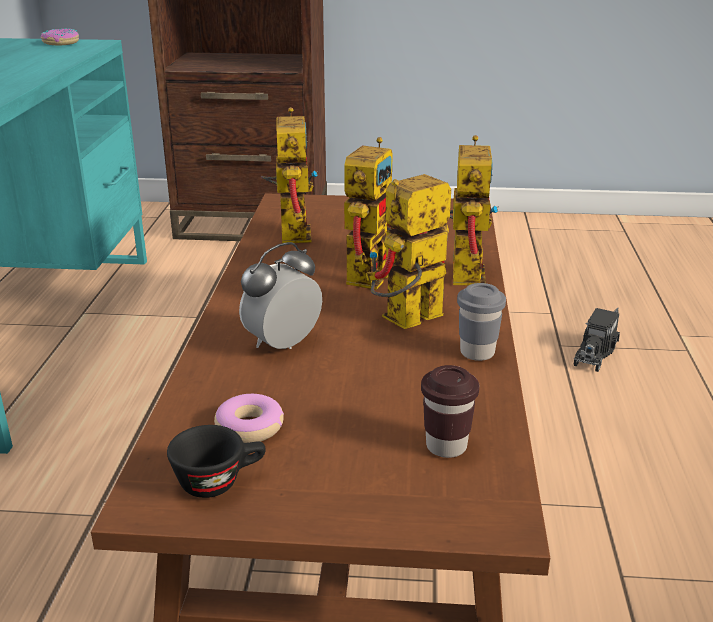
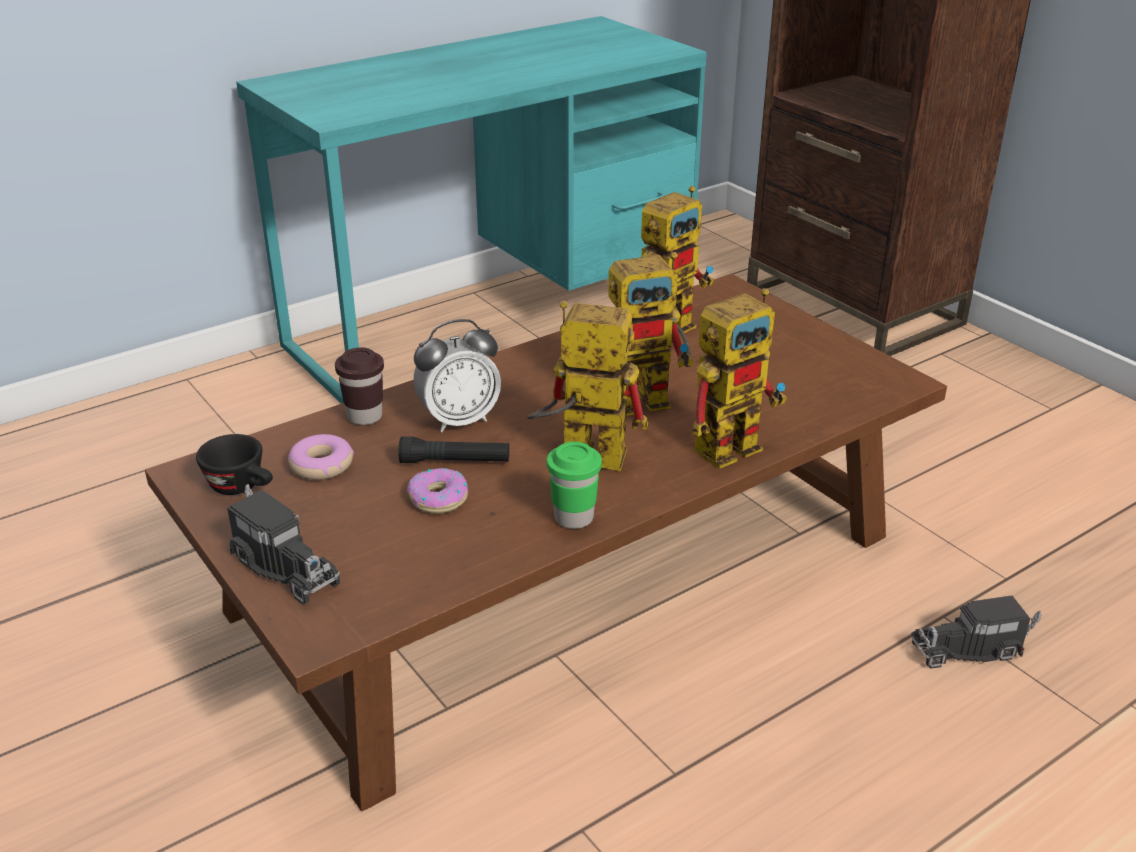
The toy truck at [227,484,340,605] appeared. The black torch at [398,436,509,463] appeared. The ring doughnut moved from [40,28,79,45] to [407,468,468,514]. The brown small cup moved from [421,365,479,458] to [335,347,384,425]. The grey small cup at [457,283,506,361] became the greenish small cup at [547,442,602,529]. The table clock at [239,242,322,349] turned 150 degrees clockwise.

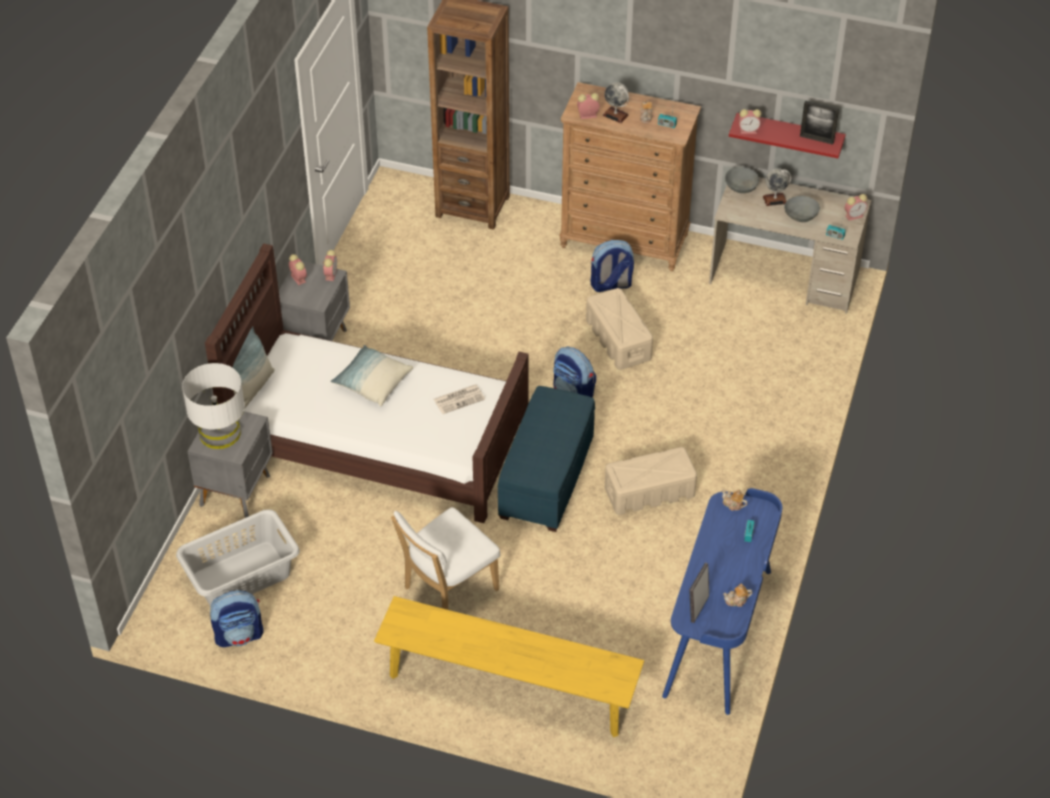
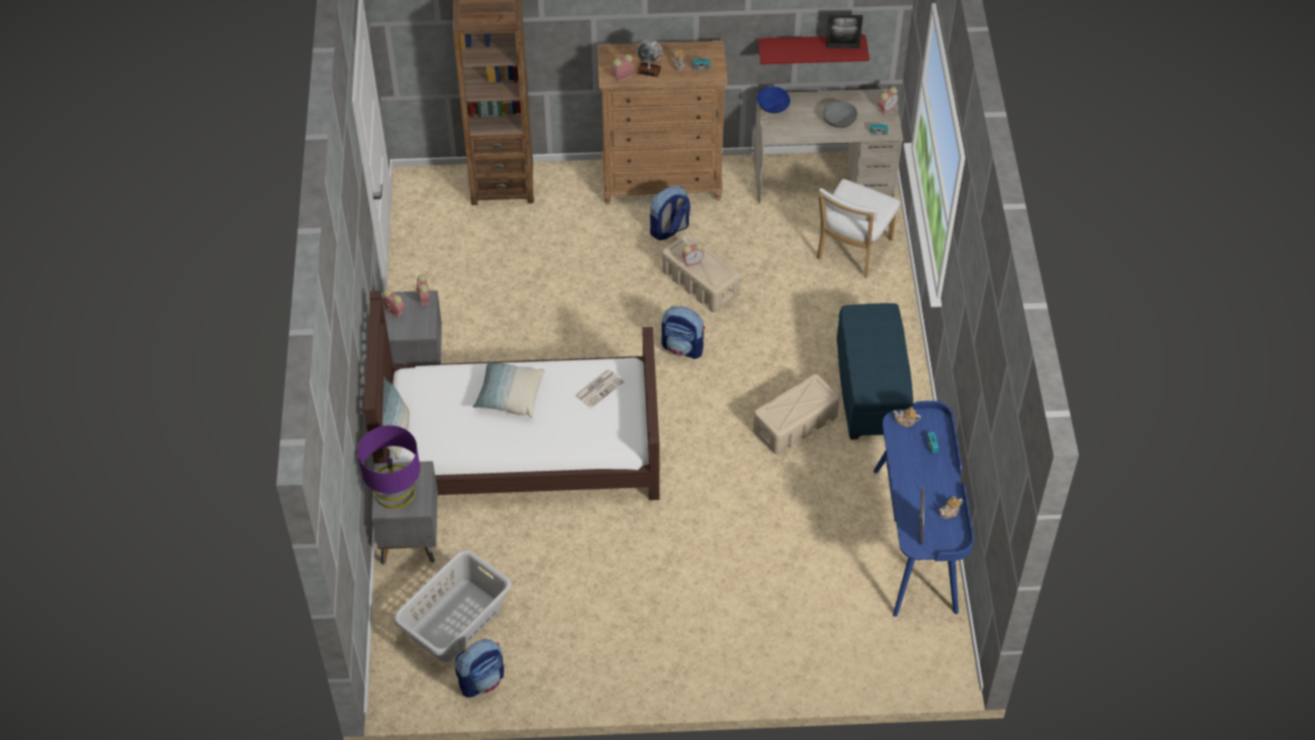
The yellowish bench at [374,596,644,737] disappeared. The globe at [763,168,791,206] disappeared. The white-coloured chair moved from [391,507,501,610] to [817,179,900,278]. The blue-coloured footrest moved from [498,386,595,532] to [837,303,913,440]. The table clock moved from [739,109,761,134] to [682,242,704,267]. The white-coloured tabletop lamp at [182,363,245,449] became the purple-coloured tabletop lamp at [357,425,420,509]. The grey serving bowl at [725,167,759,193] became the blue-coloured serving bowl at [757,87,790,113].

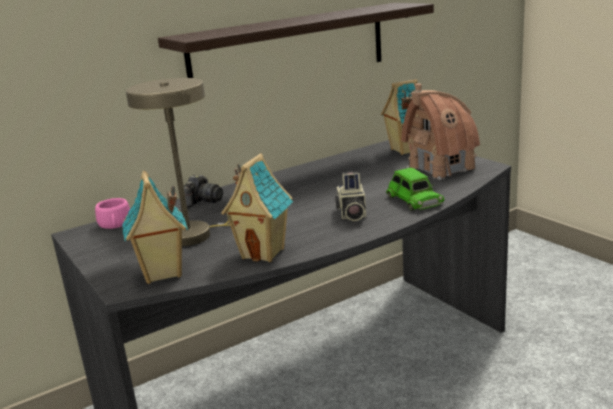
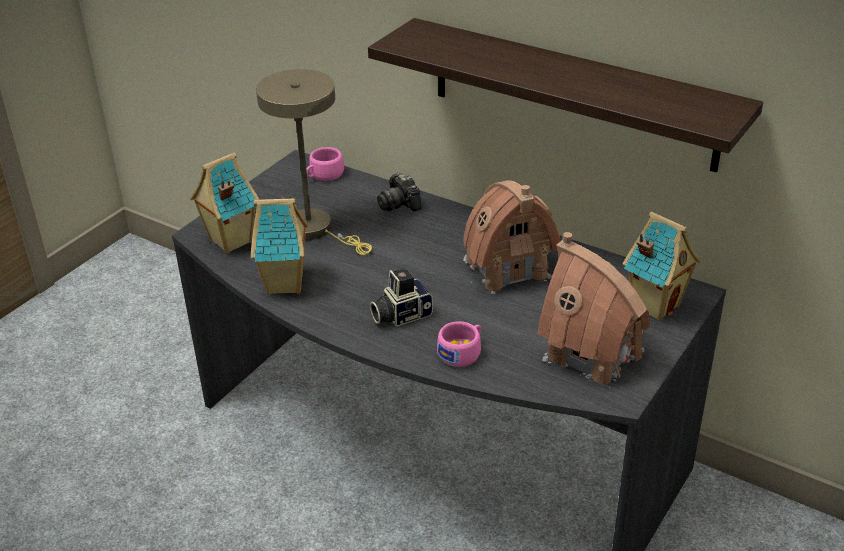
The miniature house at [463,180,560,294] appeared. The greenish miniature car at [386,168,444,211] was replaced by the pink-coloured small cup at [437,321,481,367]. The photo camera at [184,175,223,208] turned 60 degrees clockwise.

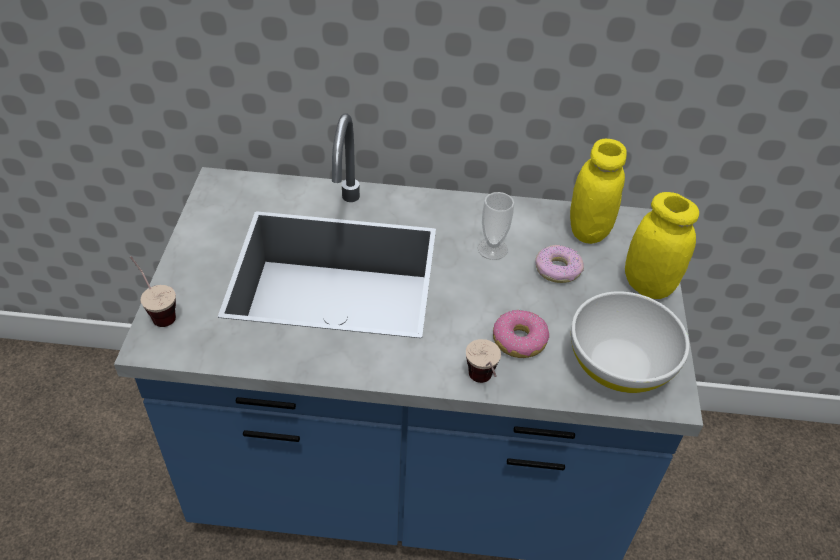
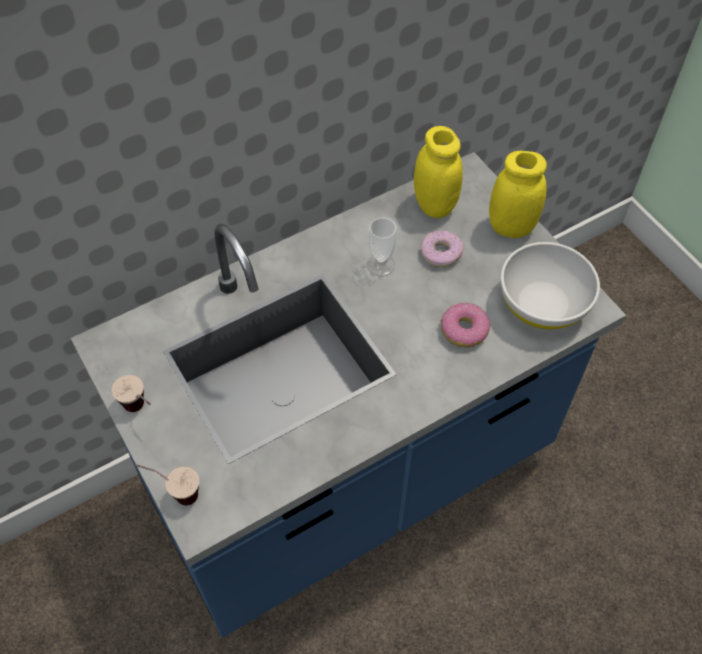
The small cup moved from [466,339,501,383] to [112,375,151,412].

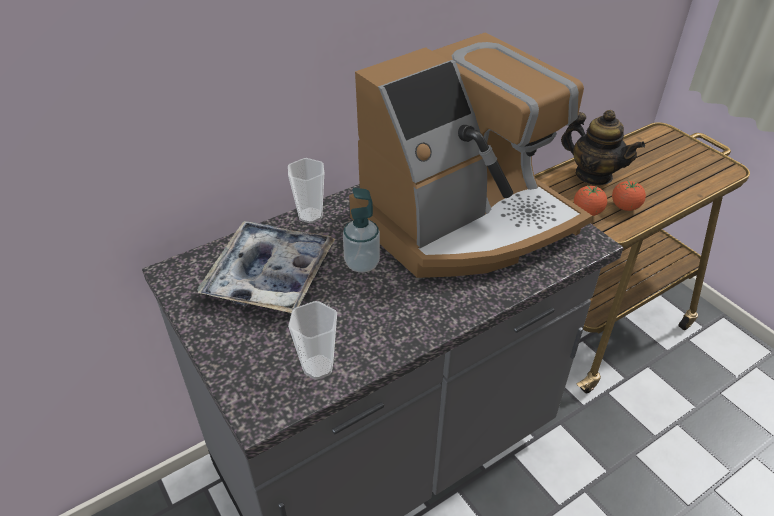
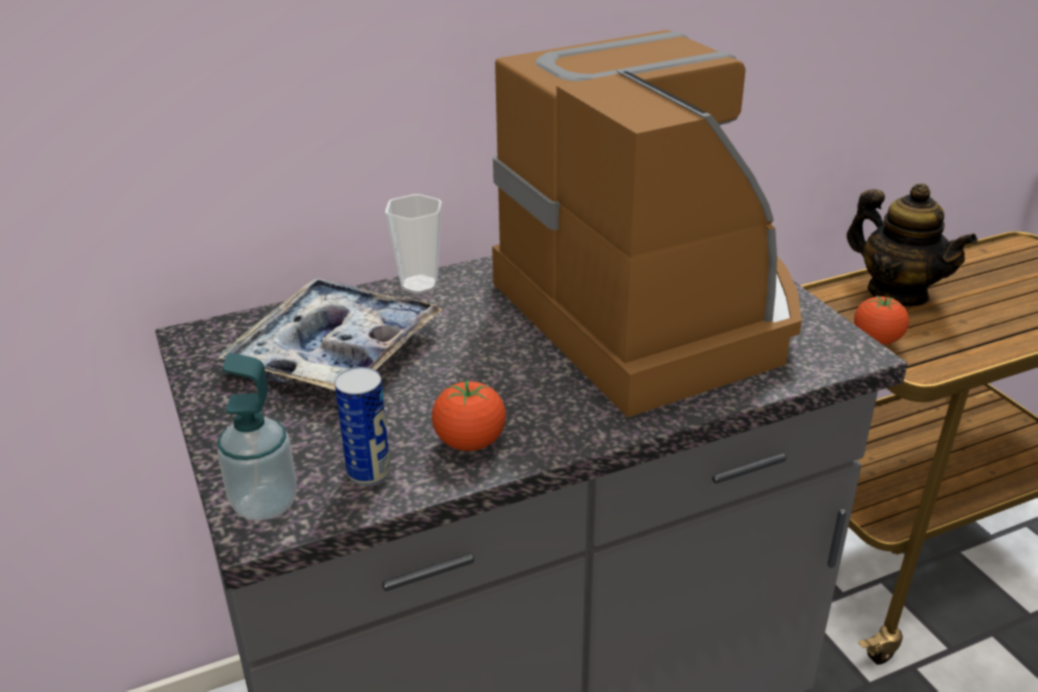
The soap dispenser moved from [343,188,380,272] to [217,353,297,521]. The fresh tomato moved from [612,180,646,211] to [432,380,506,451]. The small cup at [288,301,337,380] was replaced by the metal can at [335,367,391,486]. The coffee brewer at [349,33,592,278] turned 90 degrees counterclockwise.

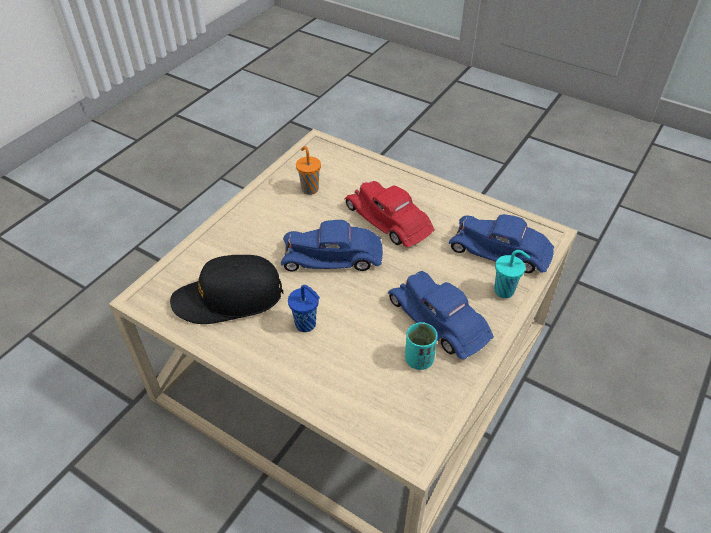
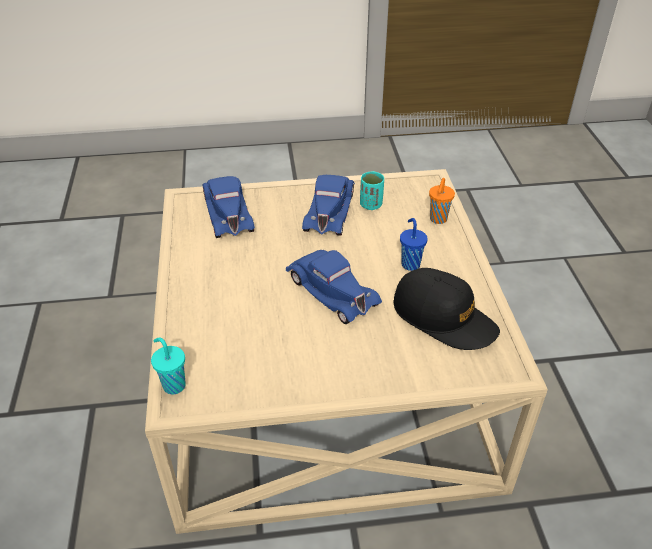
The reddish miniature car at [344,181,435,247] disappeared. The orange-coloured small cup moved from [296,146,321,195] to [429,178,455,224]. The turquoise small cup moved from [494,250,530,298] to [151,337,186,394].

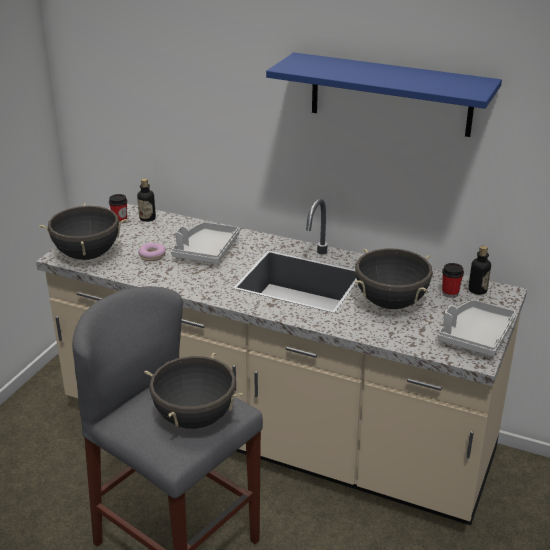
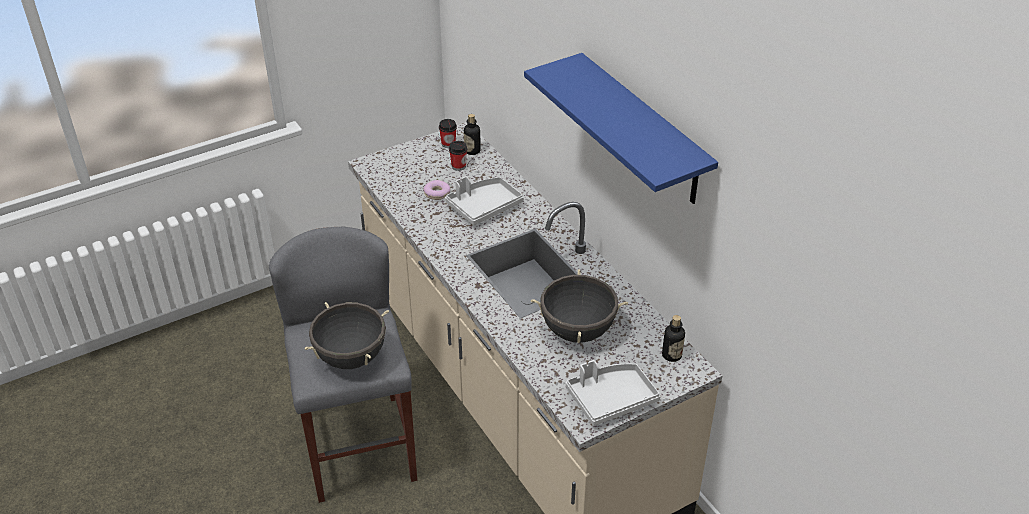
The black stockpot at [39,203,128,260] disappeared. The small cup moved from [442,263,464,298] to [449,141,467,171].

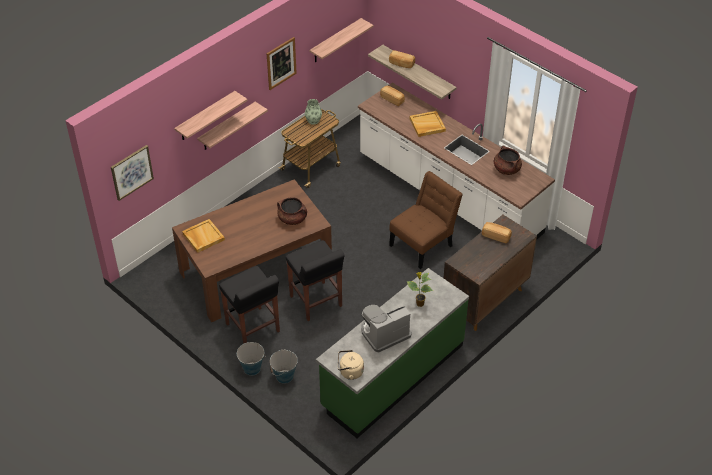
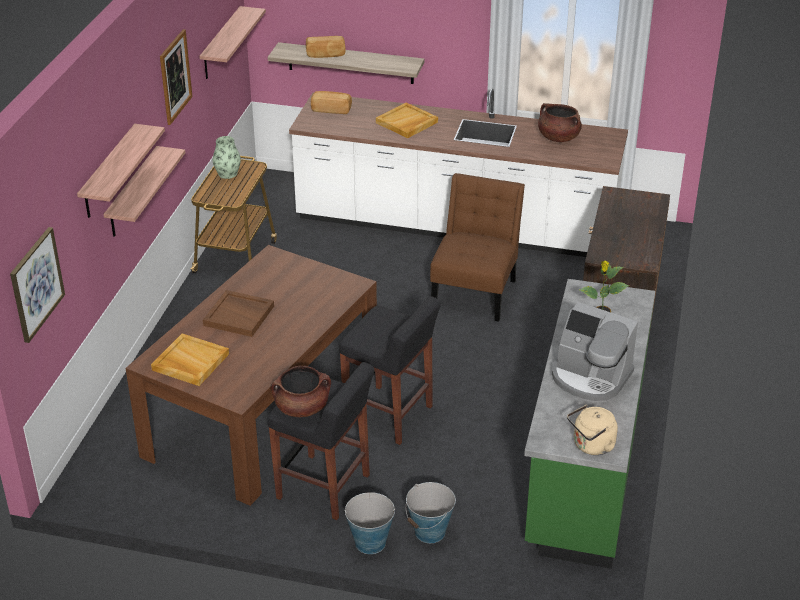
The baked bread at [482,222,512,243] disappeared. The brown carrying tray at [203,290,274,337] appeared. The brown stockpot moved from [277,197,307,225] to [271,366,331,417]. The coffee brewer at [361,305,412,352] turned 90 degrees counterclockwise.

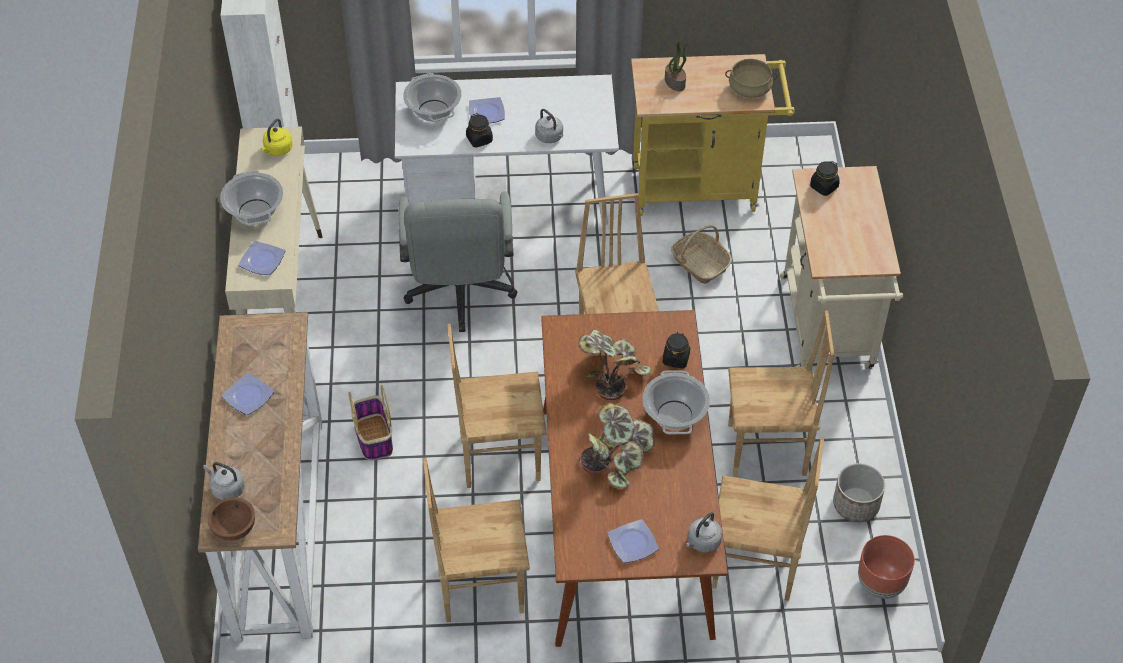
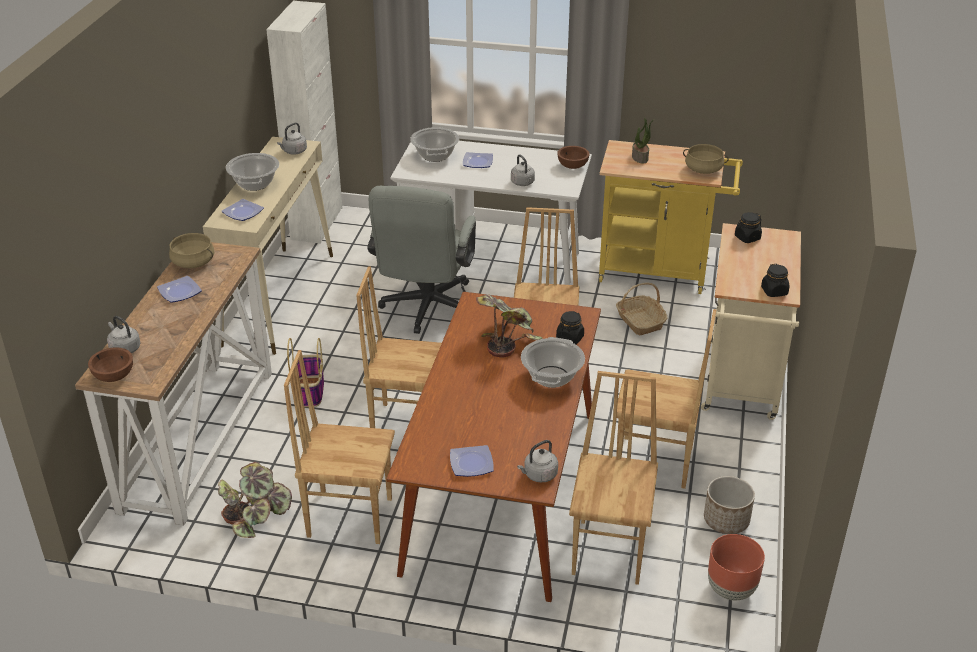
The sand-coloured stockpot at [169,233,214,268] appeared. The brown serving bowl at [557,146,590,169] appeared. The black preserve jar moved from [466,113,493,148] to [761,264,789,297]. The houseplant moved from [579,402,654,488] to [218,462,292,538]. The yellowish tea kettle at [261,119,293,156] became the grey tea kettle at [277,123,307,155]. The brown chair at [712,437,824,601] turned 105 degrees counterclockwise.

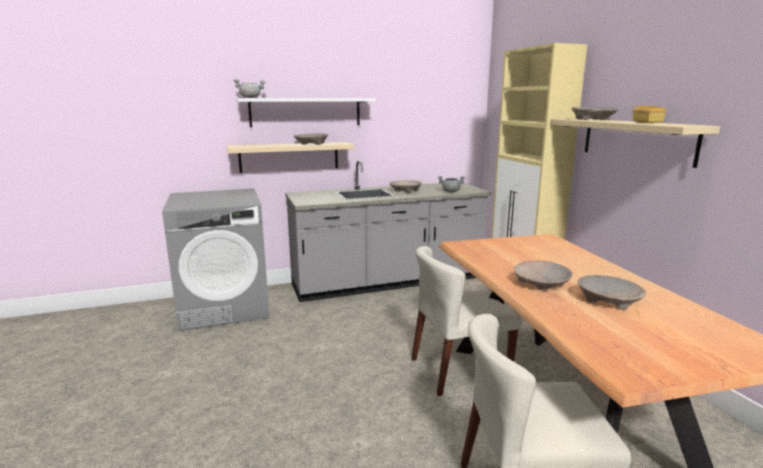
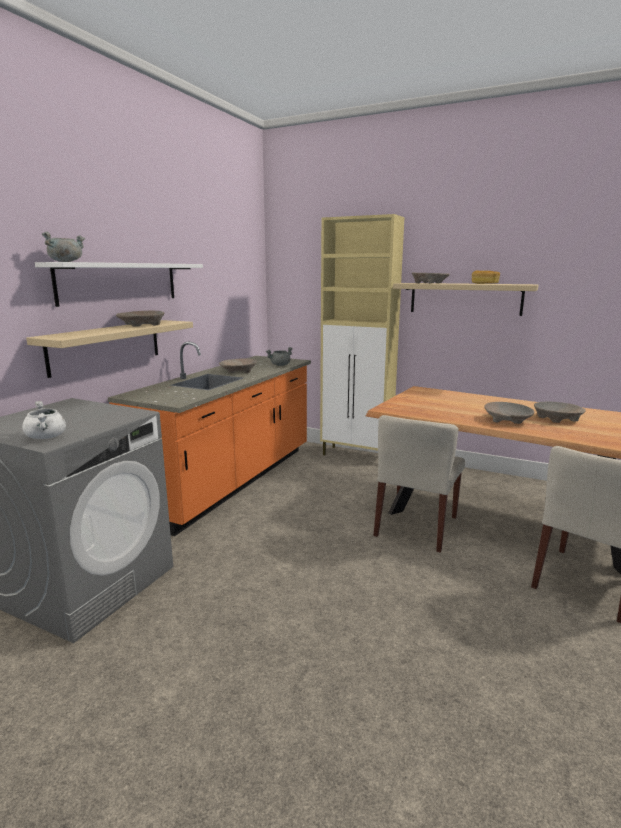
The white-coloured stockpot at [22,401,66,439] appeared. The grey kitchen base unit at [285,160,491,302] became the orange-coloured kitchen base unit at [108,341,311,536].

